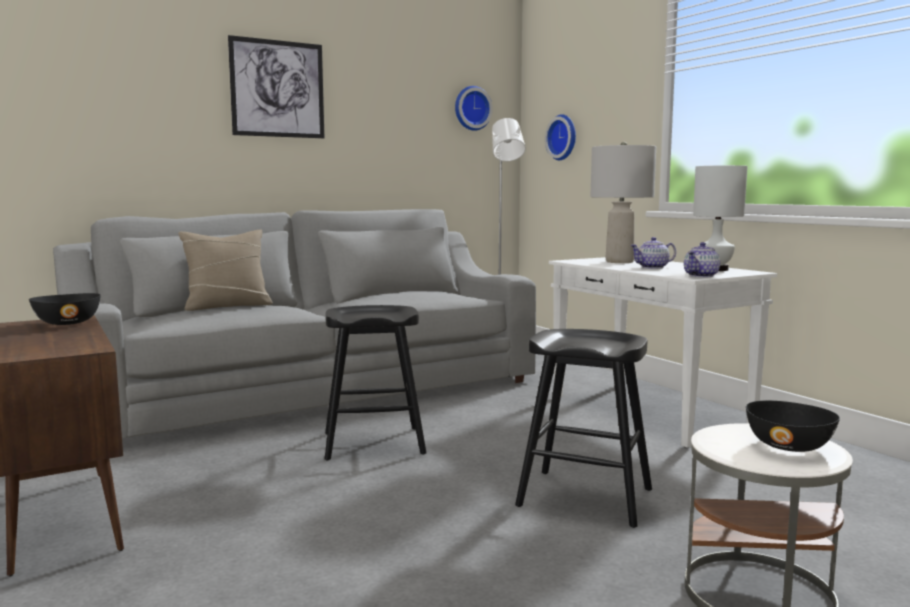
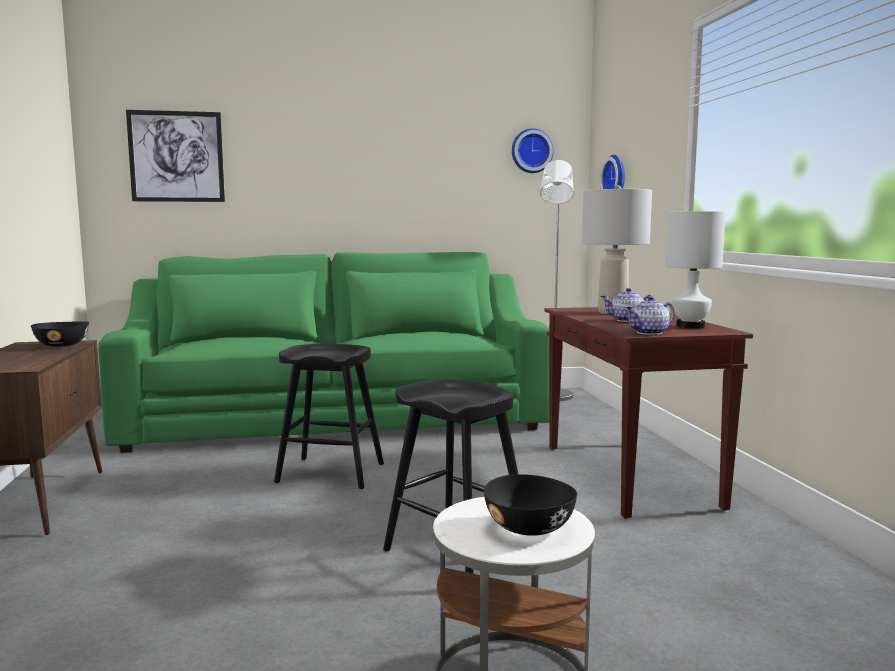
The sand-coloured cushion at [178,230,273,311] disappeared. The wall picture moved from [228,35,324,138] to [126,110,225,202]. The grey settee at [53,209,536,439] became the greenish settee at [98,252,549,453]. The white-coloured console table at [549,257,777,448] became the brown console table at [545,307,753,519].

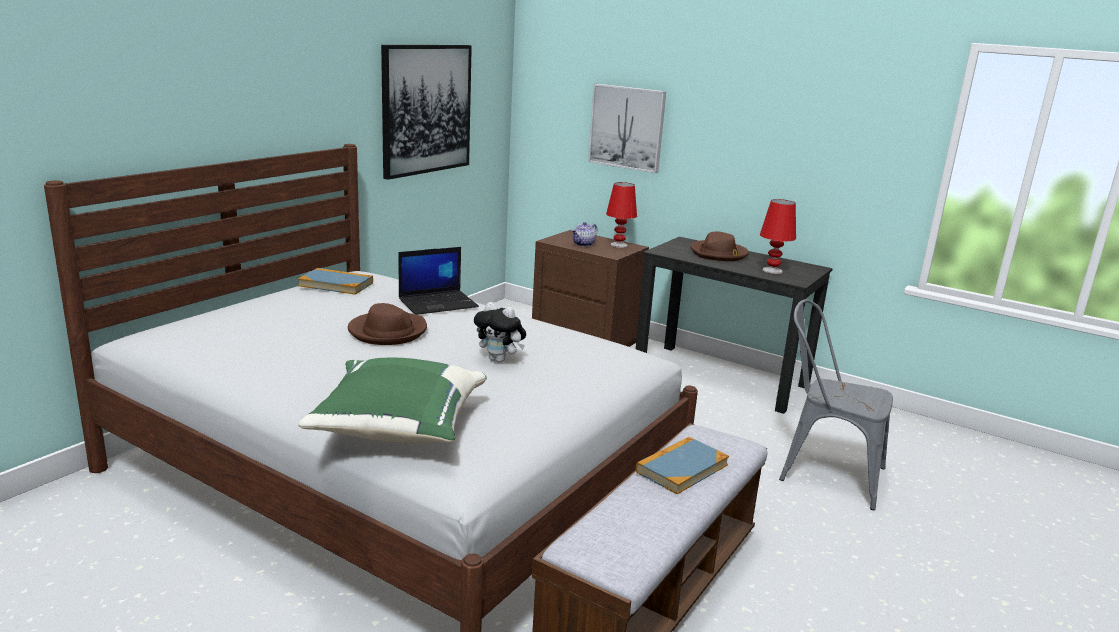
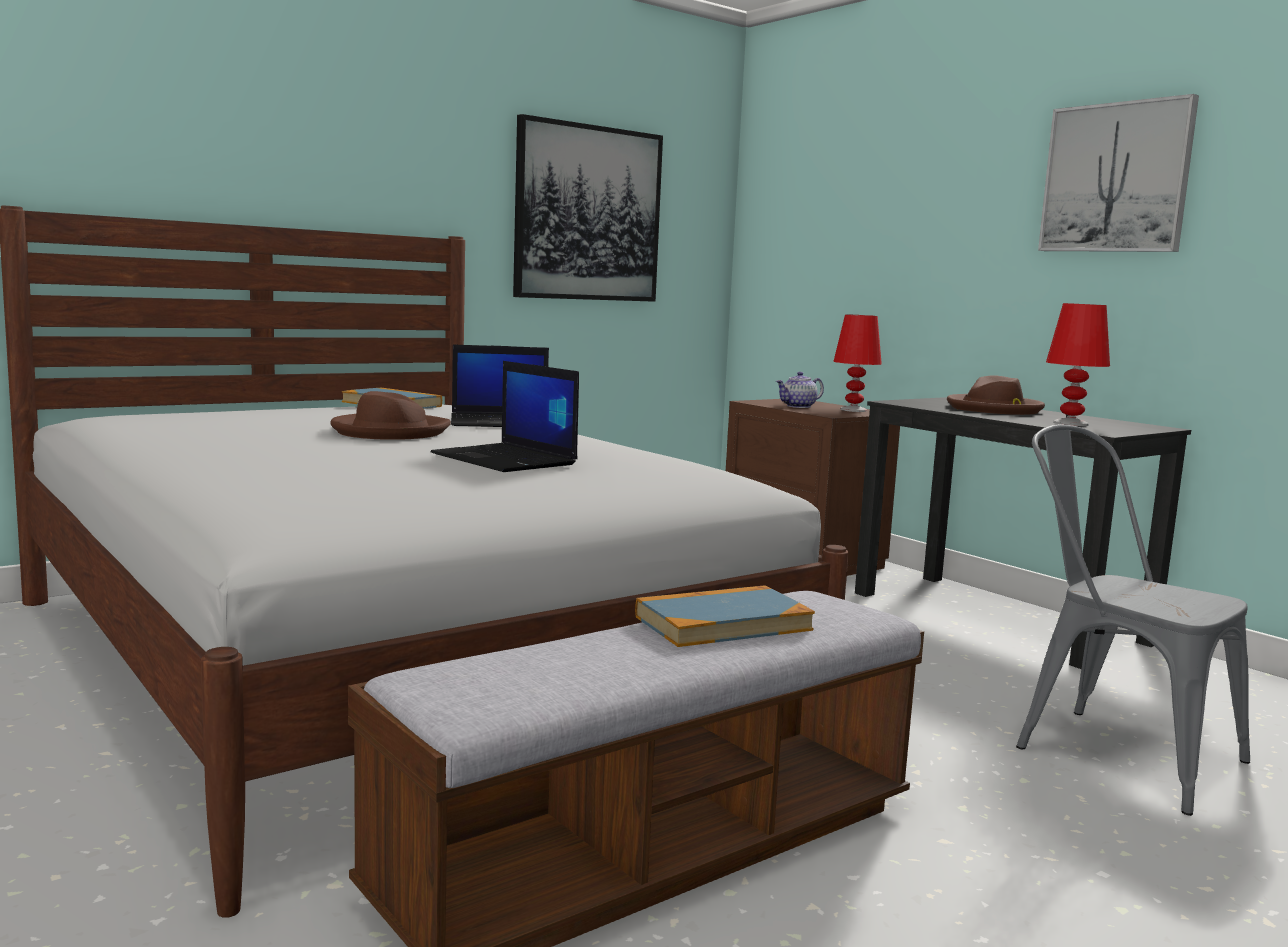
The greenish cushion at [298,358,487,444] disappeared. The wall picture moved from [588,84,666,173] to [1038,94,1199,252]. The cuddly toy at [474,302,526,363] was replaced by the notebook computer at [431,361,579,472].

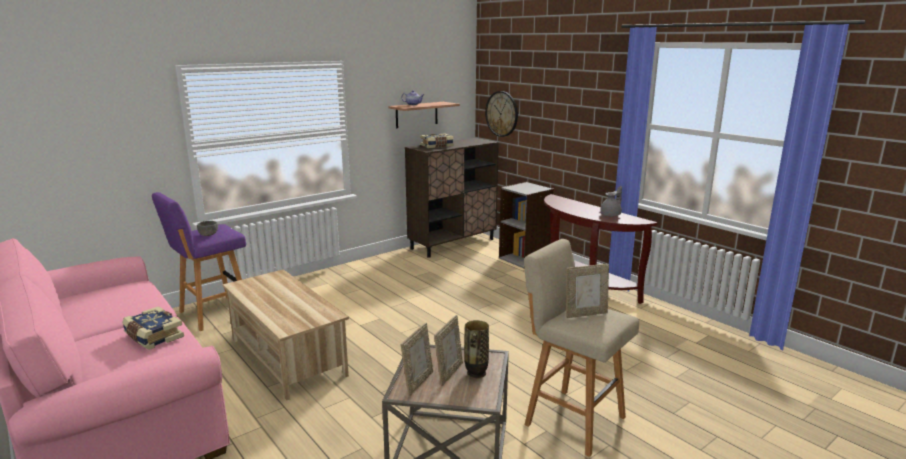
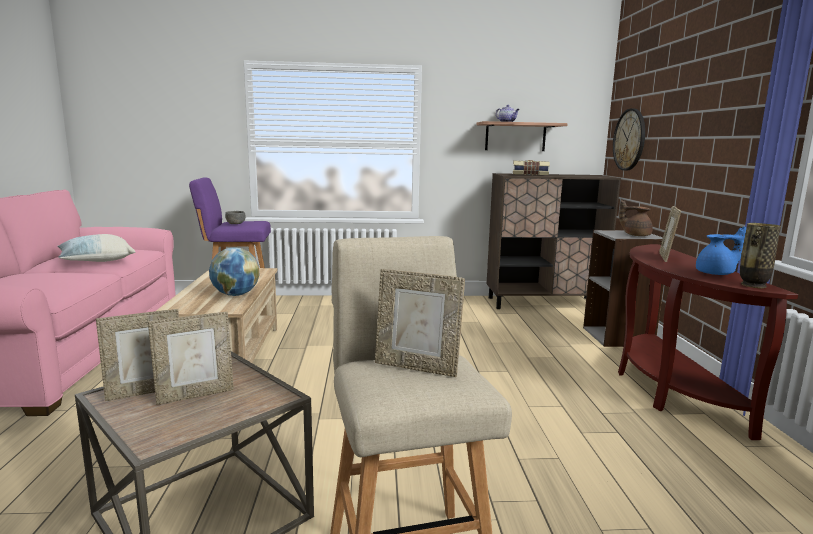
The bound book at [122,306,184,350] disappeared. The cushion at [57,234,135,262] appeared. The globe at [209,248,259,296] appeared. The brown tea pot at [619,200,653,236] appeared. The photo frame at [659,206,681,262] appeared. The decorative vase moved from [464,320,489,379] to [740,223,781,288]. The grey tea pot at [600,186,622,216] became the blue-coloured tea pot at [696,227,746,275].

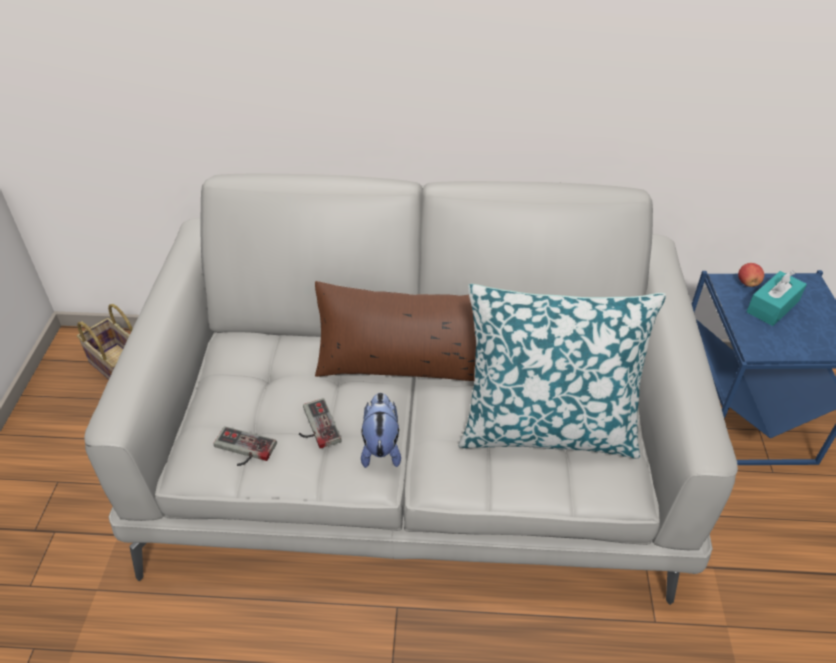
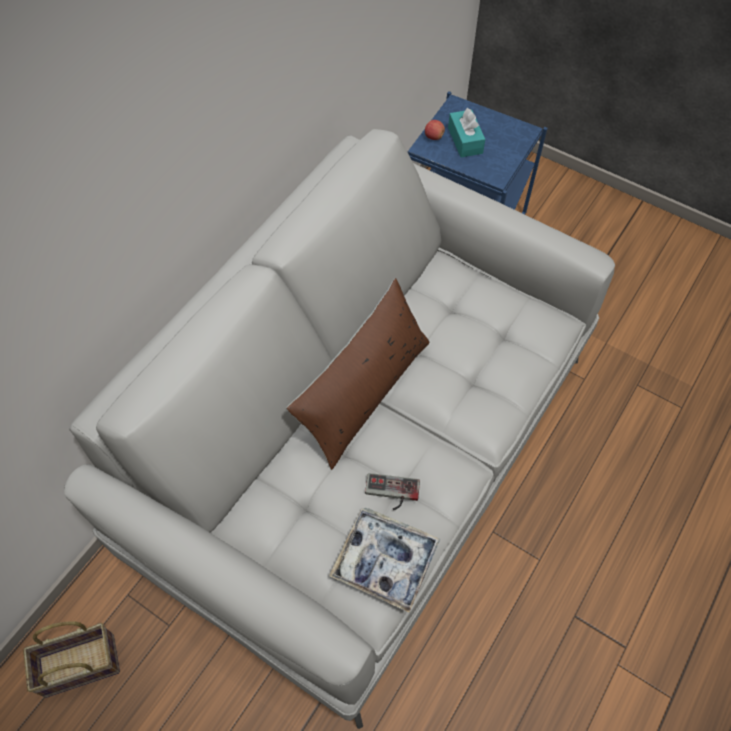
The cuddly toy at [361,393,401,468] disappeared. The cushion at [459,284,666,459] disappeared. The gamepad at [214,426,277,466] was replaced by the carrying tray at [329,507,440,613].

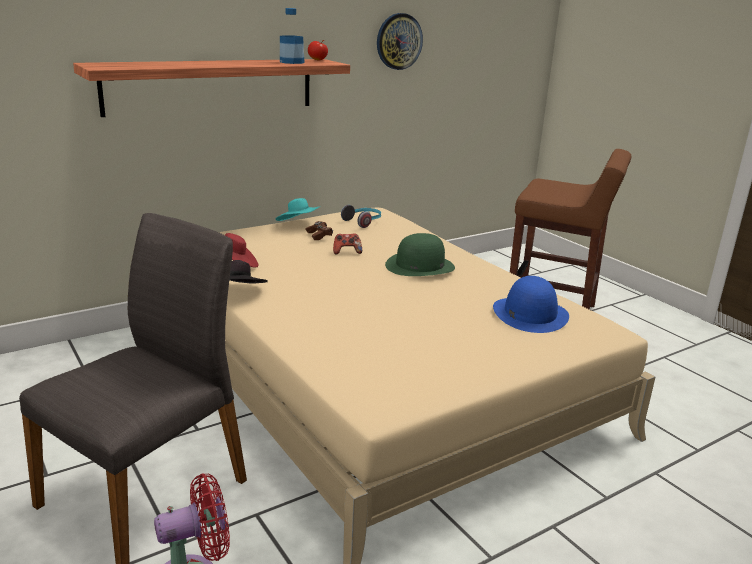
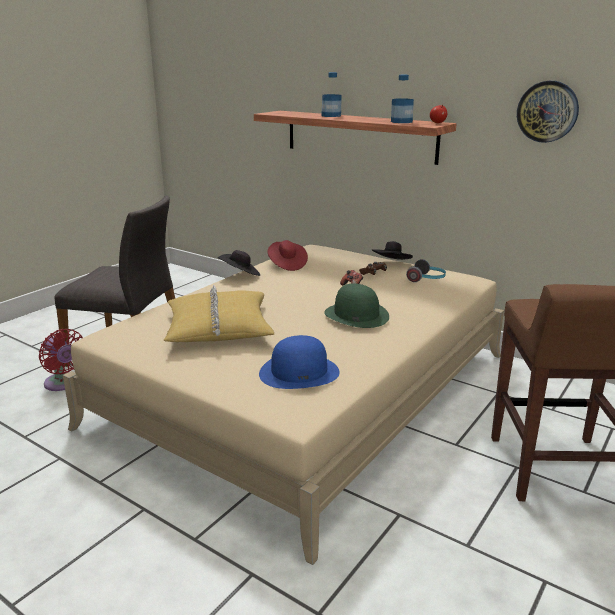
The yellowish cushion at [163,285,274,342] appeared. The beverage bottle at [321,72,342,117] appeared. The turquoise clothing hat at [276,198,320,221] became the black clothing hat at [372,241,413,260].

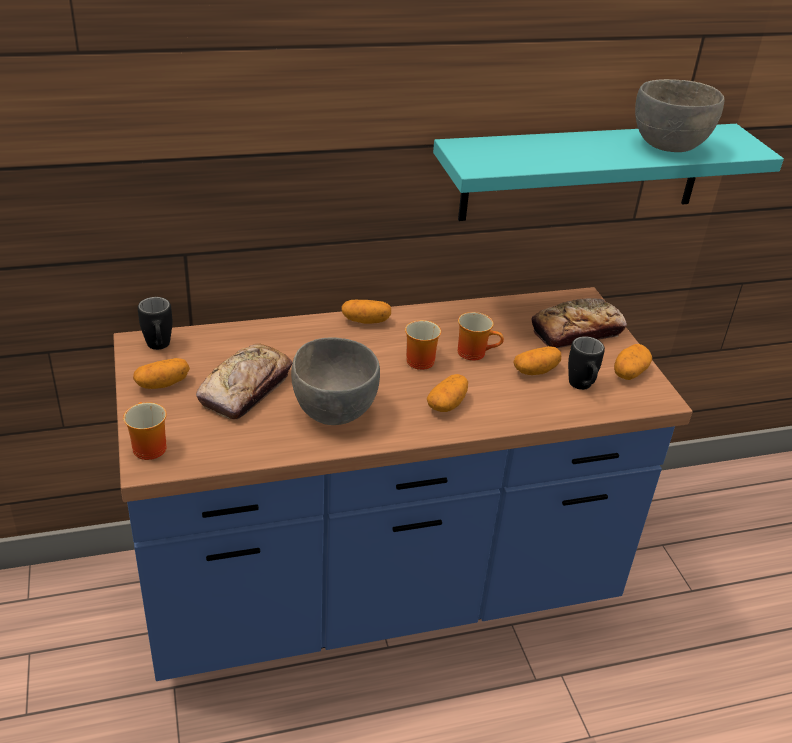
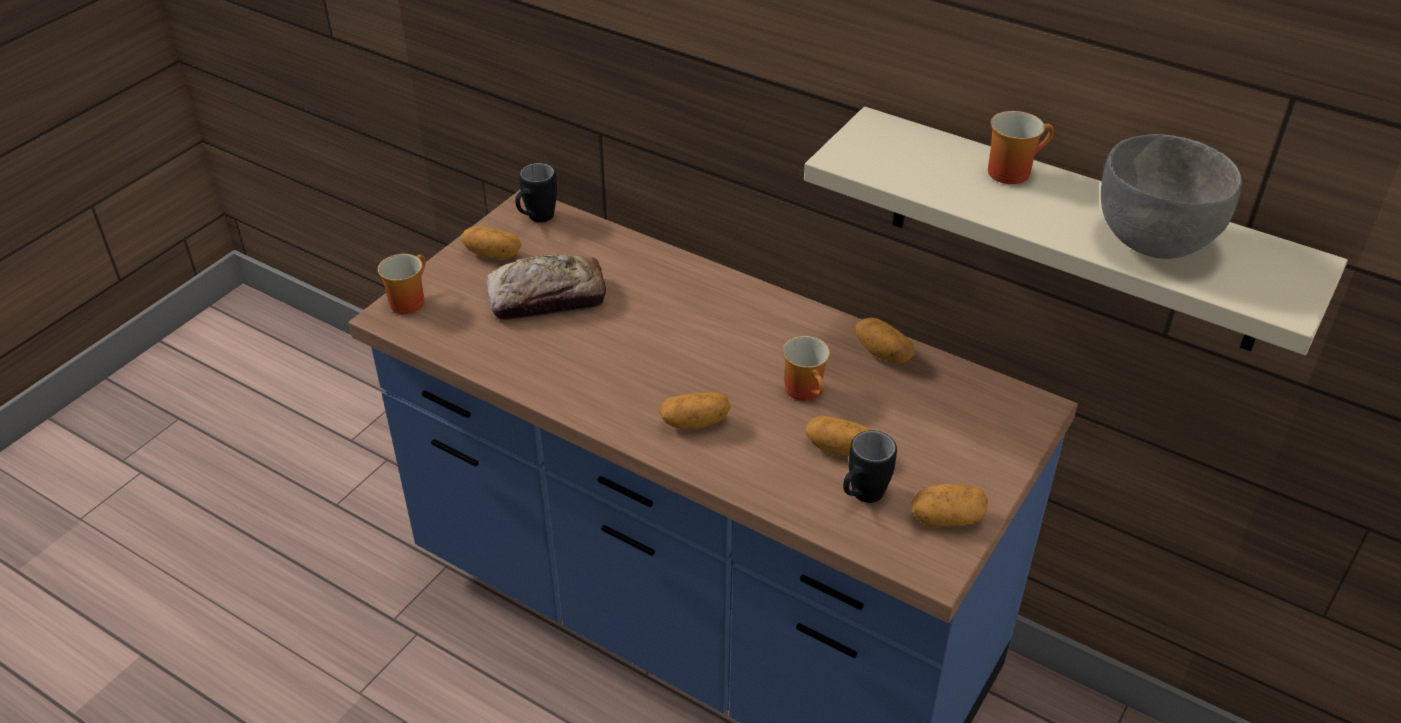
The grey serving bowl at [291,337,380,425] disappeared. The baked bread at [532,298,627,348] disappeared. The potato moved from [341,300,391,324] to [856,318,915,364]. The coffee mug moved from [405,320,441,370] to [988,111,1054,184]. The turquoise wall shelf at [433,124,784,221] became the sand-coloured wall shelf at [804,107,1348,355].

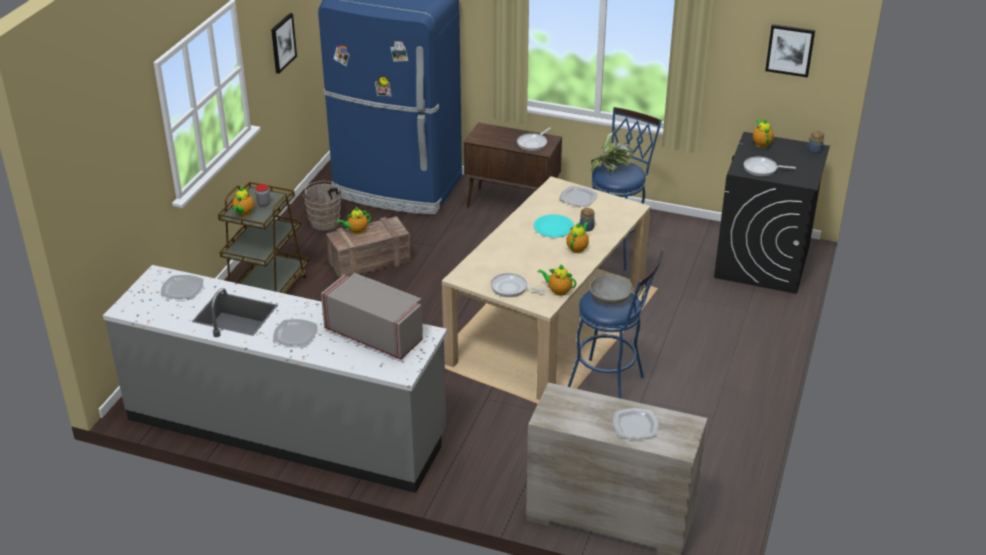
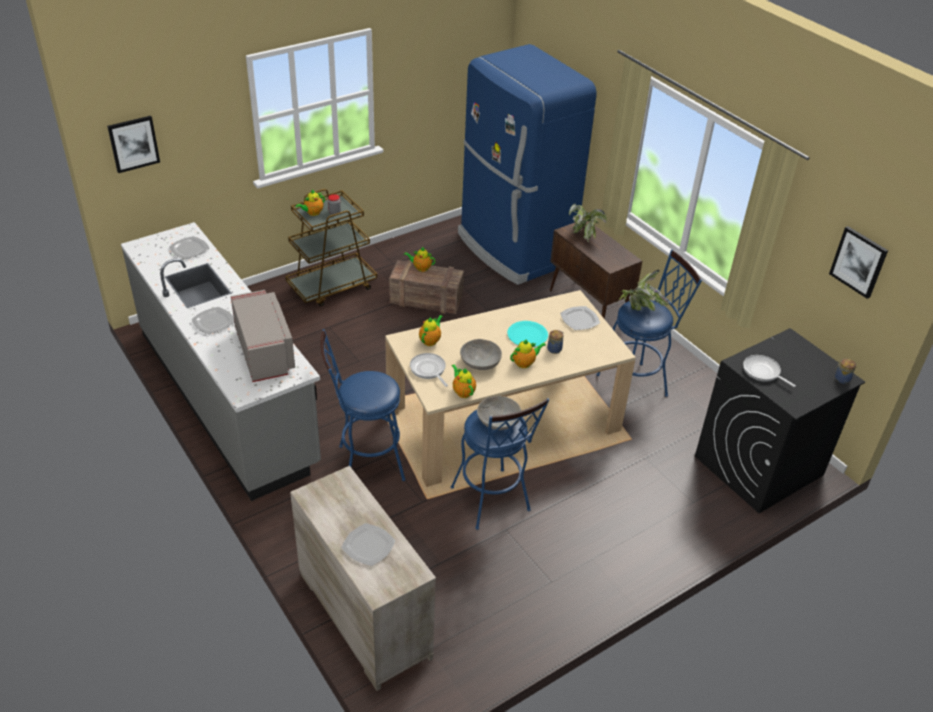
The brown water bucket at [302,181,343,230] disappeared. The pan at [517,127,551,151] disappeared. The blue-coloured stool at [321,329,405,481] appeared. The grey serving bowl at [460,339,502,370] appeared. The houseplant at [569,203,607,242] appeared. The wall picture moved from [271,13,297,74] to [107,116,160,173]. The tea pot moved from [753,118,774,148] to [419,315,443,346].

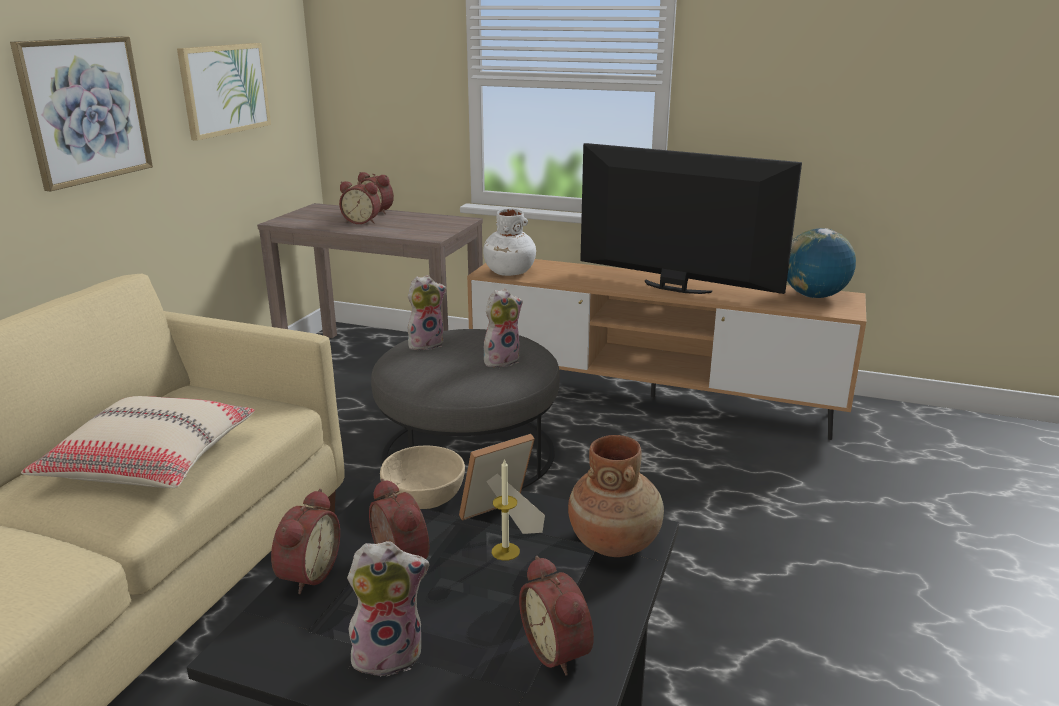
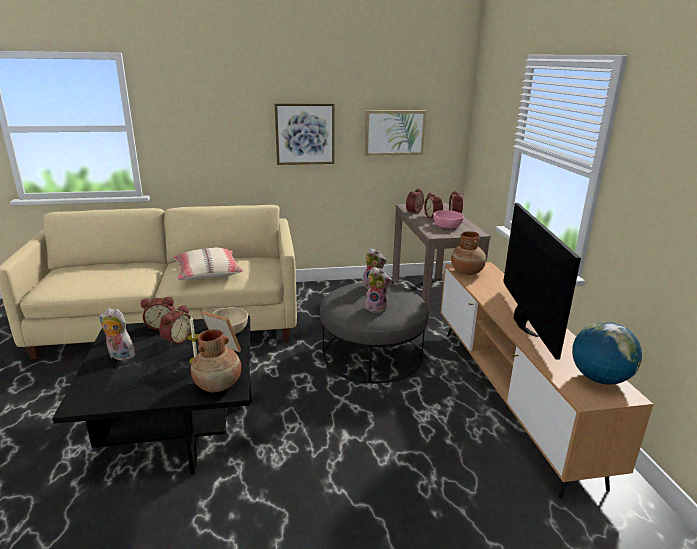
The pink-coloured serving bowl at [433,210,464,228] appeared. The table clock moved from [519,556,594,676] to [406,188,424,214]. The white-coloured decorative vase at [483,208,536,276] became the brown decorative vase at [451,231,486,275]. The cuddly toy at [347,541,430,677] turned 150 degrees clockwise.

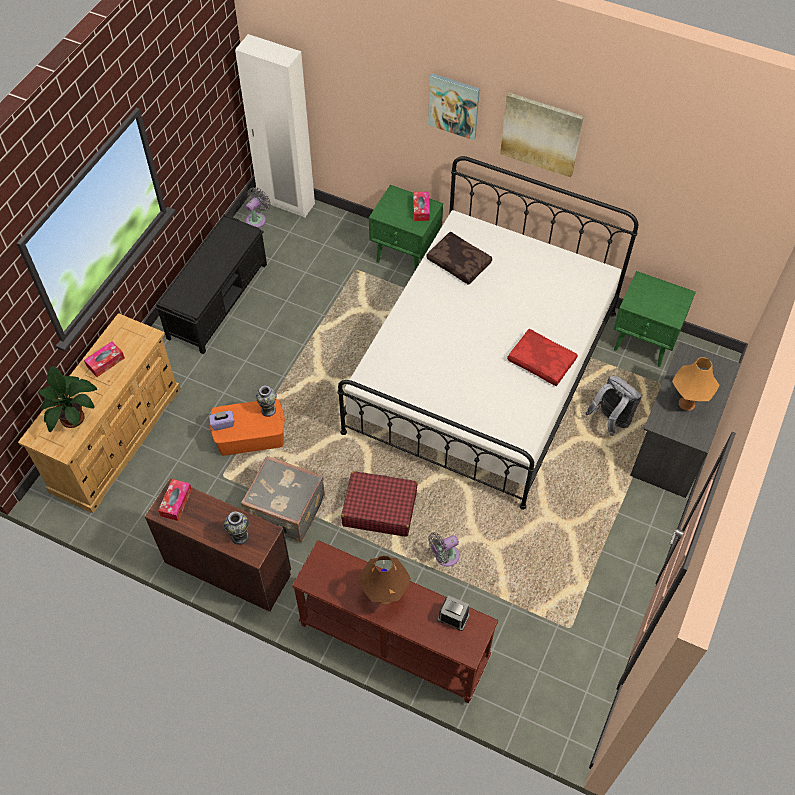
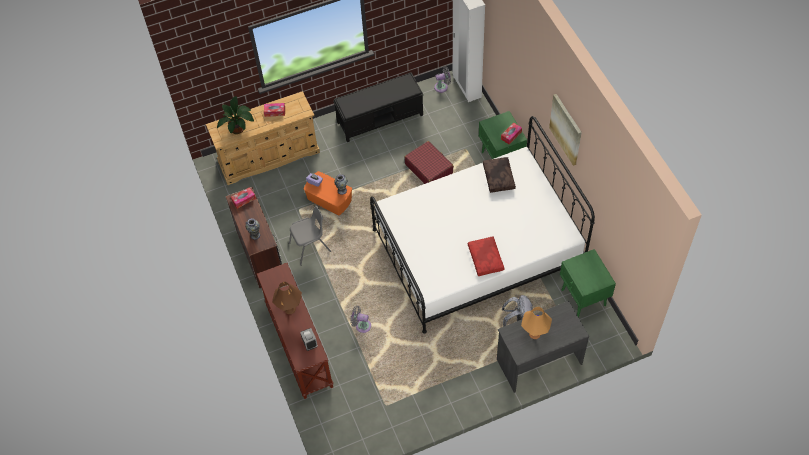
The wall picture at [428,73,480,140] disappeared. The reddish suitcase moved from [341,471,418,537] to [404,141,454,184]. The grey suitcase at [241,456,325,542] was replaced by the grey chair at [289,206,331,266].

